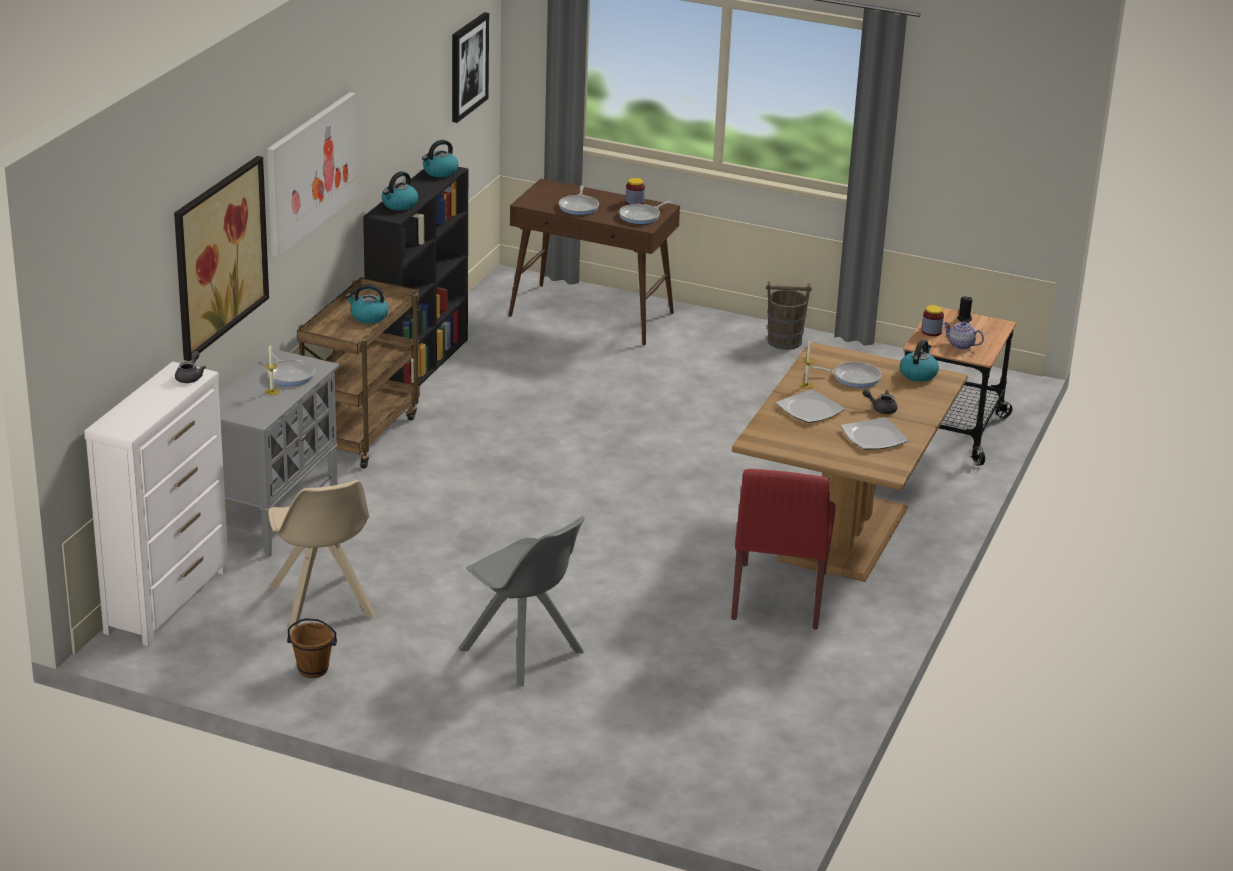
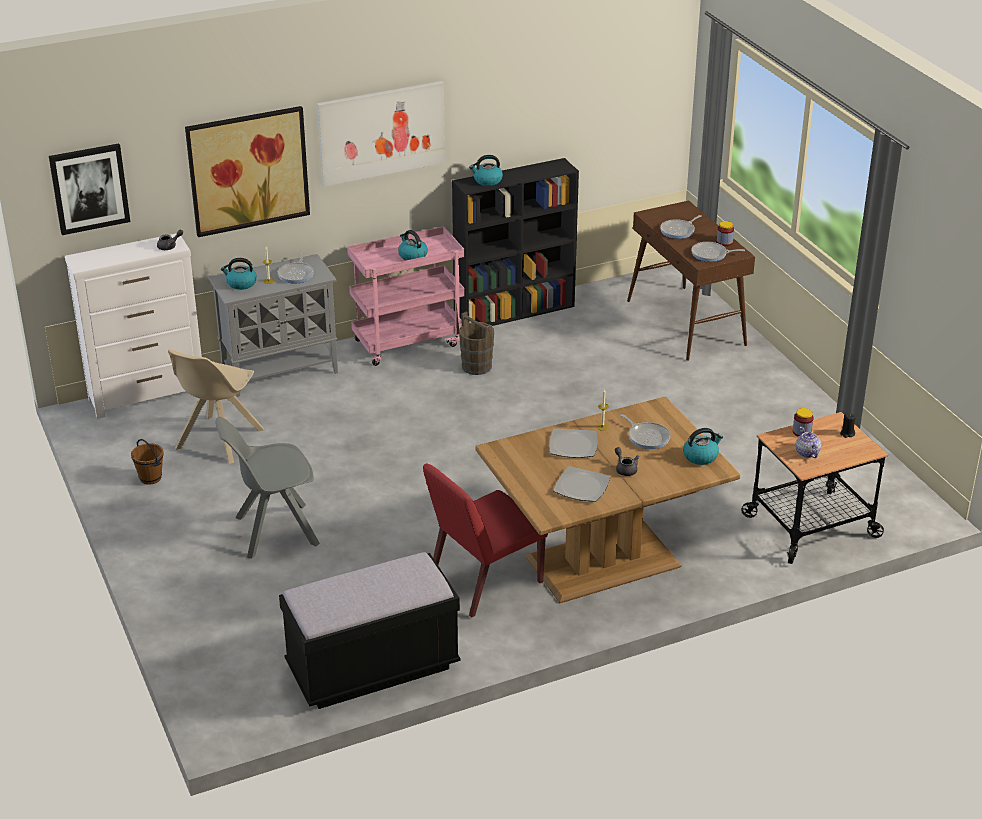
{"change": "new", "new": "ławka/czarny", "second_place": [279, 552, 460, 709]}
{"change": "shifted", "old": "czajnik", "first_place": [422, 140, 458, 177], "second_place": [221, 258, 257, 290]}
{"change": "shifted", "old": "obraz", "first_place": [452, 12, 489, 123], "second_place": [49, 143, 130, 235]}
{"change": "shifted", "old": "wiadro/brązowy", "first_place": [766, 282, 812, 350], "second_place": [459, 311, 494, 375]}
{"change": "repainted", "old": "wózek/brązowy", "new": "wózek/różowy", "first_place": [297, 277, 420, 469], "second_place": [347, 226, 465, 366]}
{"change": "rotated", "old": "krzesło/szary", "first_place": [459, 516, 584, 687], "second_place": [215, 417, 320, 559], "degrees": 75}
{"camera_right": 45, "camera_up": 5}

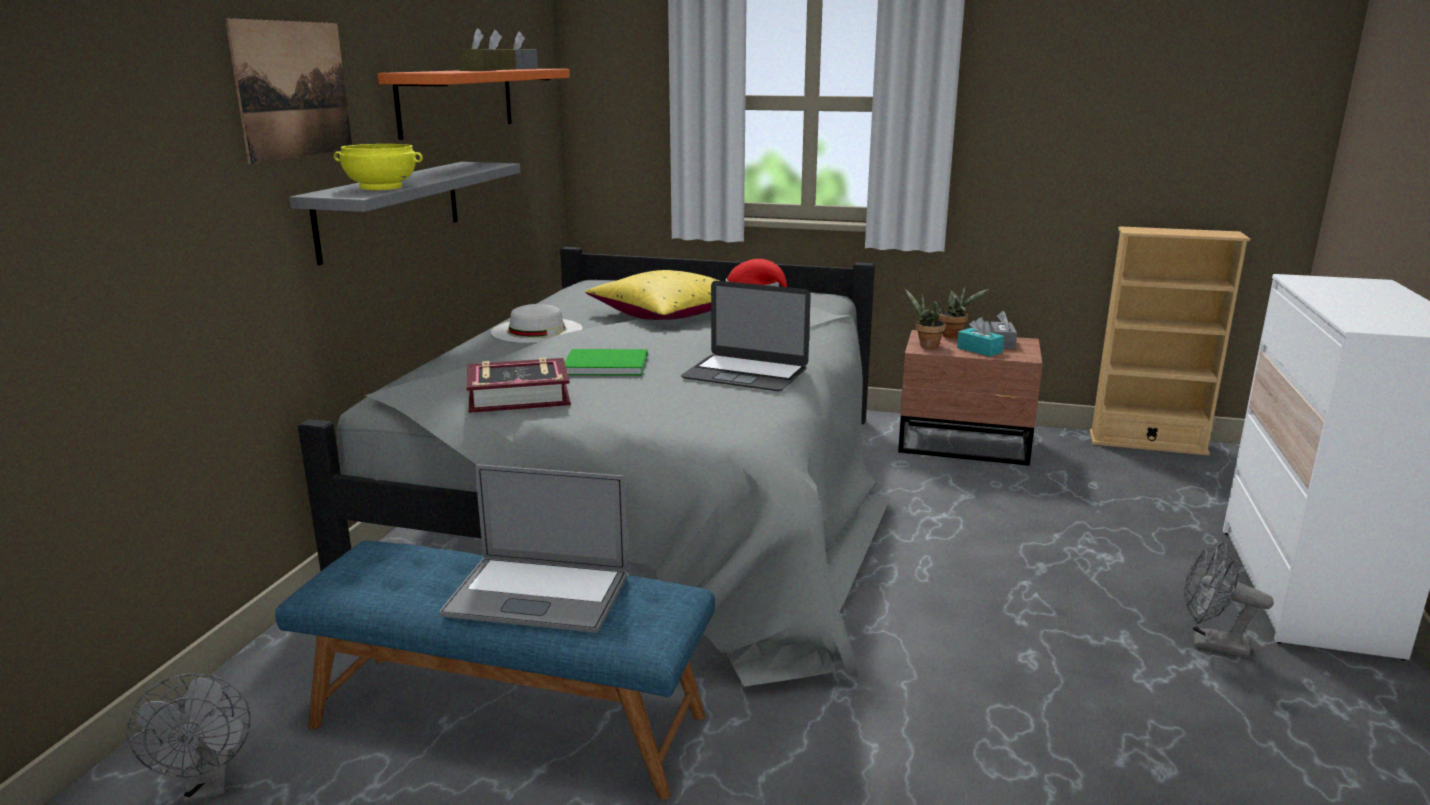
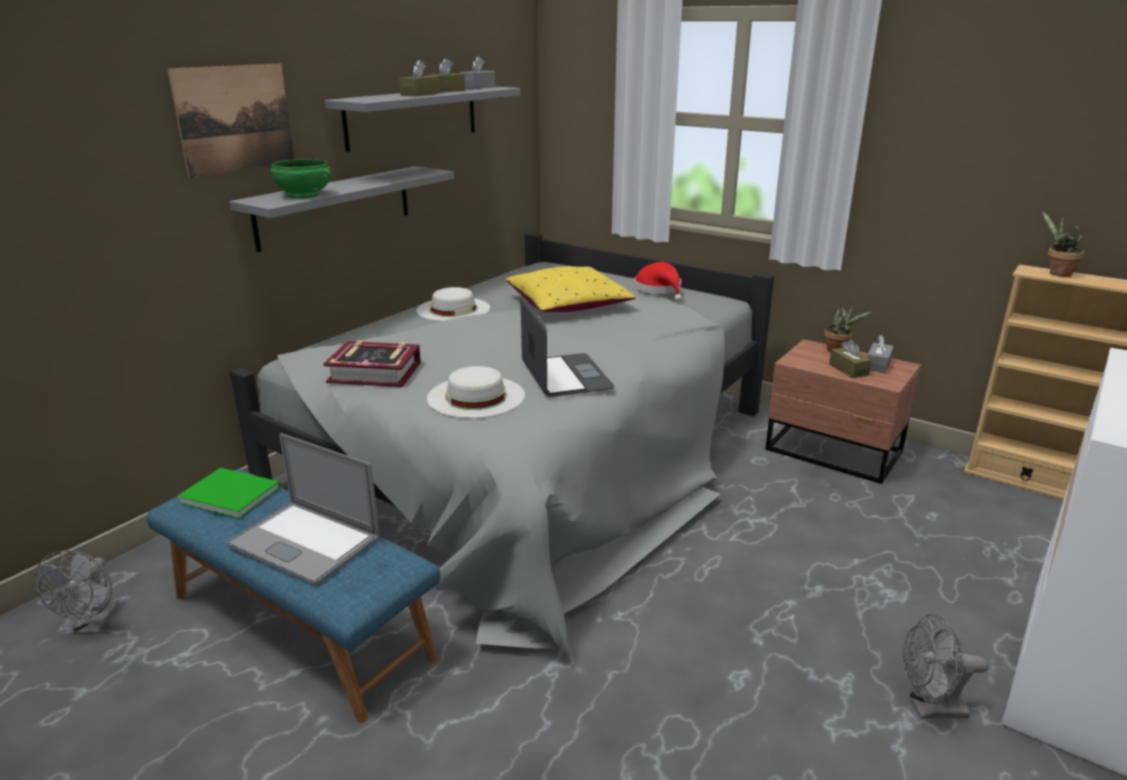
{"change": "new", "new": "kapelusz/biały", "second_place": [427, 366, 525, 418]}
{"change": "shifted", "old": "książka/zielony", "first_place": [565, 349, 647, 375], "second_place": [177, 468, 281, 519]}
{"change": "shifted", "old": "roślina doniczkowa", "first_place": [905, 289, 946, 349], "second_place": [1042, 211, 1085, 277]}
{"change": "repainted", "old": "miska/żółty", "new": "miska/zielony", "first_place": [334, 144, 423, 190], "second_place": [271, 159, 331, 198]}
{"change": "repainted", "old": "półka/pomarańczowy", "new": "półka/szary", "first_place": [378, 69, 570, 140], "second_place": [325, 87, 520, 152]}
{"change": "repainted", "old": "pudełko chusteczek/turkusowy", "new": "pudełko chusteczek/brązowy", "first_place": [957, 317, 1004, 357], "second_place": [829, 340, 872, 378]}
{"change": "rotated", "old": "laptop", "first_place": [681, 281, 811, 391], "second_place": [521, 298, 615, 397], "degrees": -150}
{"change": "rotated", "old": "wentylator/szary", "first_place": [1184, 542, 1274, 658], "second_place": [903, 614, 988, 718], "degrees": -45}
{"camera_right": 20, "camera_up": 5}

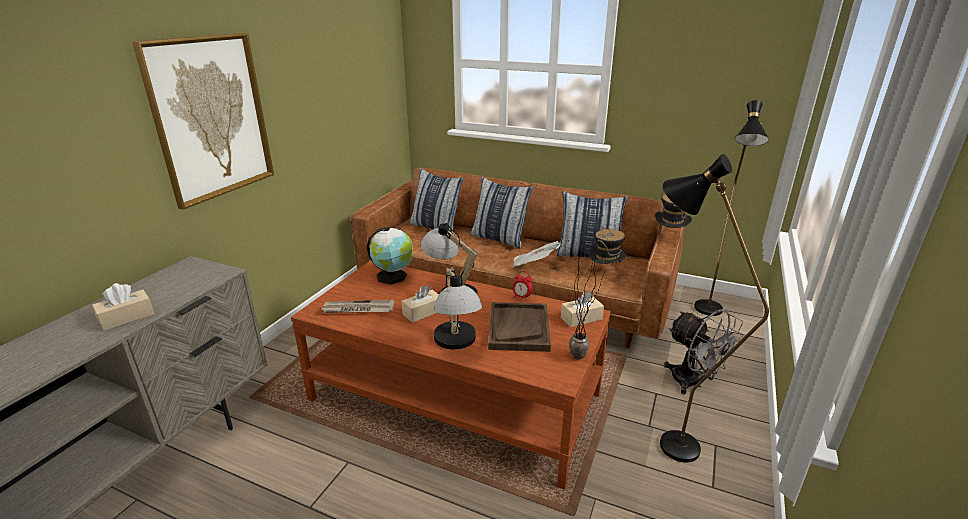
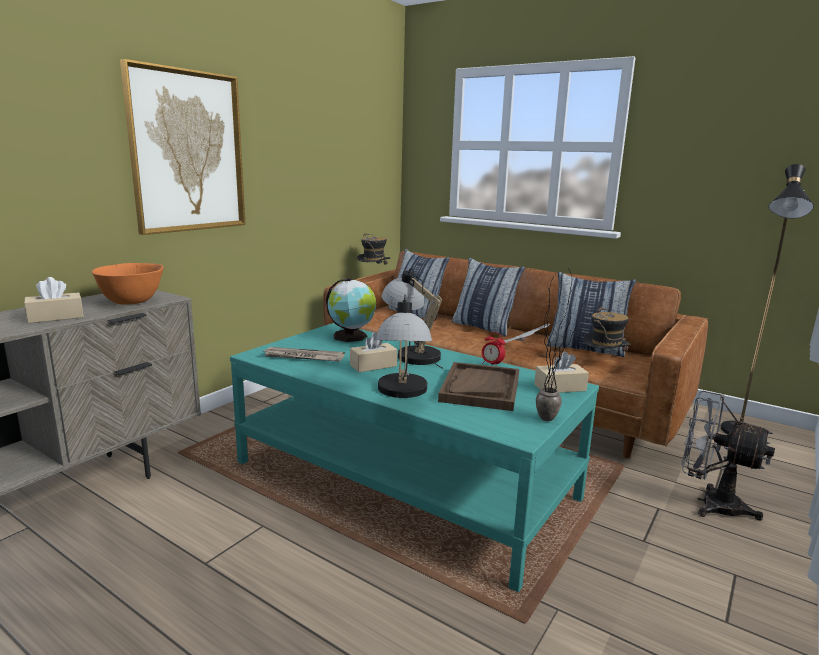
{"change": "gone", "old": "lampa stojąca/czarny", "first_place": [660, 154, 769, 463]}
{"change": "new", "new": "miska/pomarańczowy", "second_place": [92, 263, 164, 305]}
{"change": "shifted", "old": "kapelusz", "first_place": [655, 191, 692, 230], "second_place": [357, 233, 390, 265]}
{"change": "repainted", "old": "ława/brązowy", "new": "ława/turkusowy", "first_place": [291, 260, 611, 490], "second_place": [230, 323, 599, 592]}
{"change": "rotated", "old": "wentylator/szary", "first_place": [664, 309, 743, 394], "second_place": [681, 391, 775, 521], "degrees": 150}
{"camera_right": 10, "camera_up": -10}

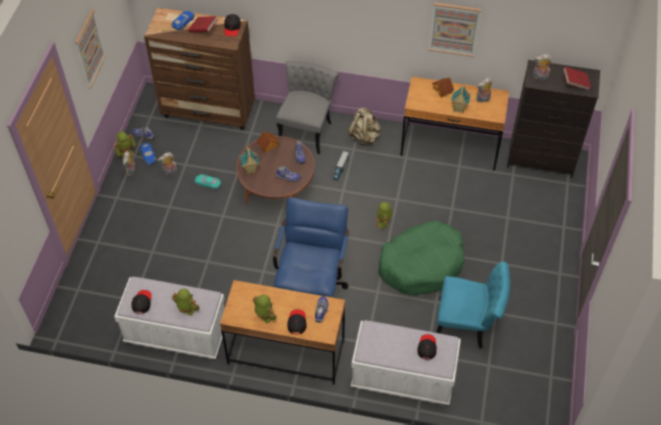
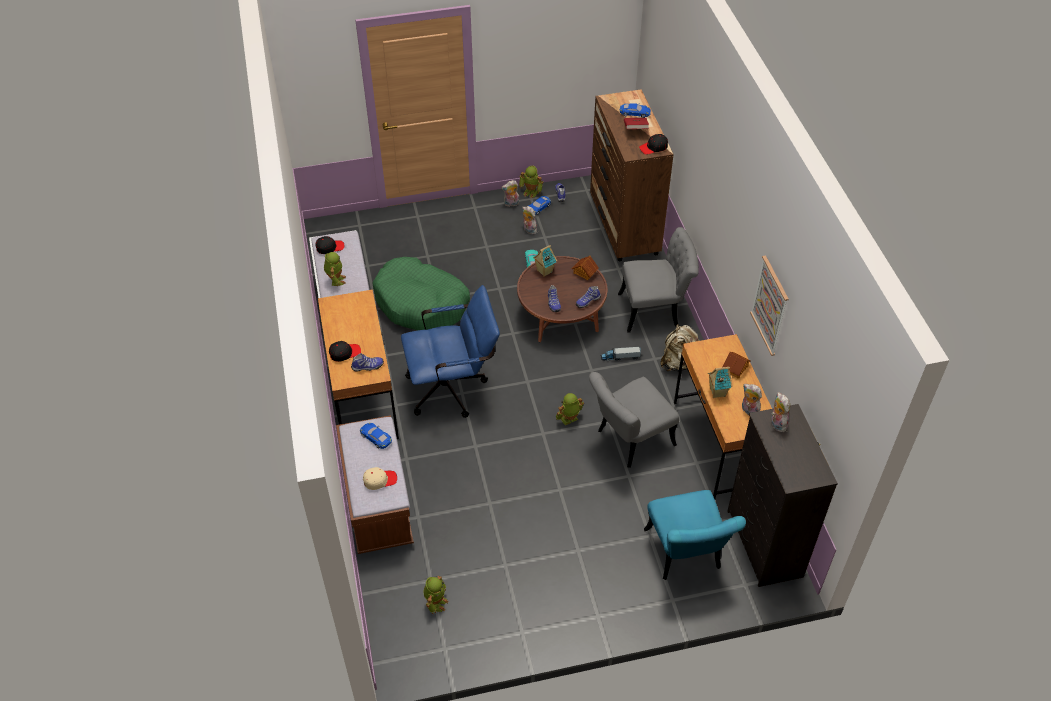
{"change": "gone", "old": "obraz", "first_place": [75, 10, 106, 89]}
{"change": "gone", "old": "książka/czerwony", "first_place": [563, 67, 591, 90]}
{"change": "new", "new": "samochodzik/niebieski", "second_place": [360, 423, 392, 449]}
{"change": "new", "new": "krzesło/szary", "second_place": [589, 372, 679, 468]}
{"change": "shifted", "old": "robot zabawkowy", "first_place": [253, 294, 277, 324], "second_place": [424, 576, 449, 614]}
{"change": "shifted", "old": "legowisko/zielony", "first_place": [378, 221, 464, 295], "second_place": [372, 257, 470, 330]}
{"change": "shifted", "old": "krzesło/turkusowy", "first_place": [436, 261, 510, 349], "second_place": [644, 490, 746, 580]}
{"change": "repainted", "old": "ławka/biały", "new": "ławka/brązowy", "first_place": [351, 320, 461, 405], "second_place": [336, 415, 414, 554]}
{"change": "repainted", "old": "czapka z daszkiem/czarny", "new": "czapka z daszkiem/beżowy", "first_place": [417, 334, 437, 360], "second_place": [363, 467, 397, 490]}
{"camera_right": 65, "camera_up": -5}

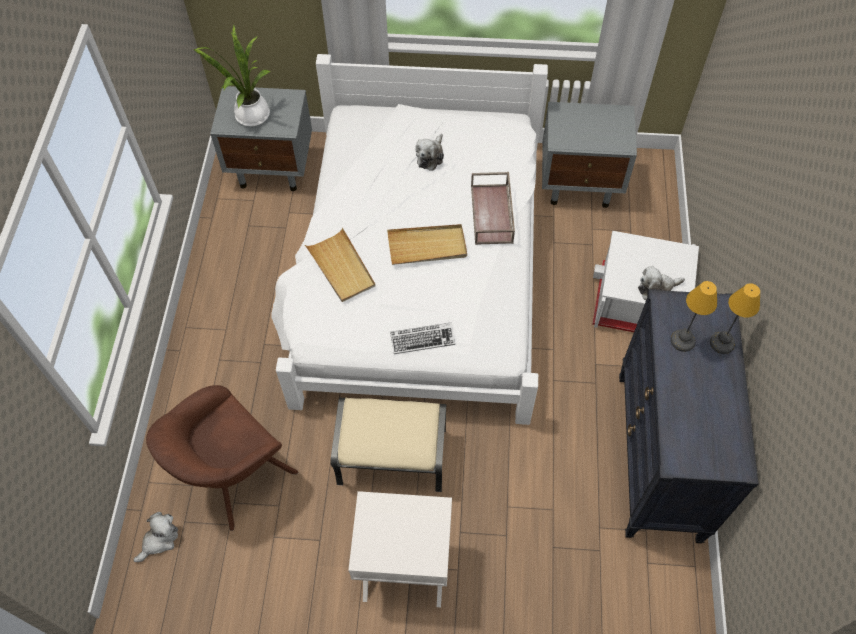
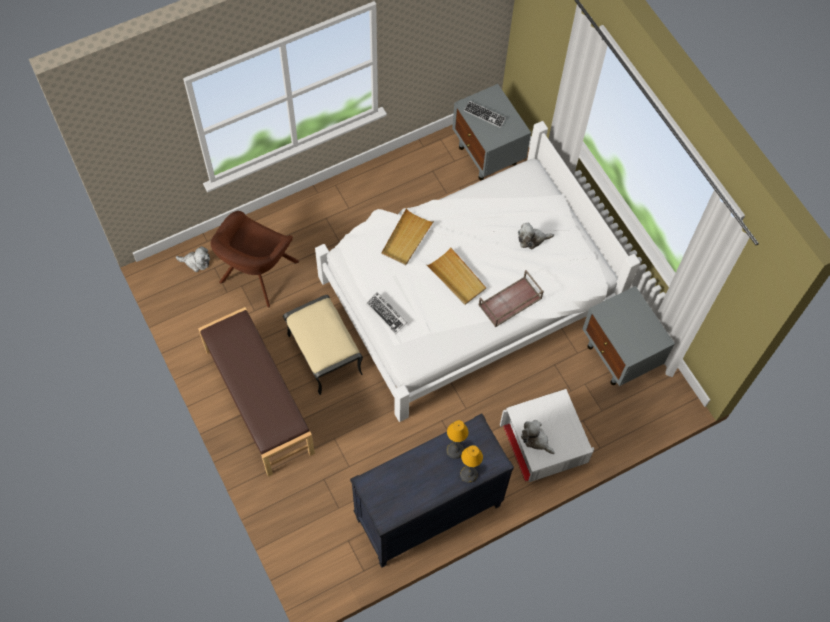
{"change": "swapped", "old": "roślina doniczkowa", "new": "klawiatura", "first_place": [194, 25, 270, 126], "second_place": [464, 101, 506, 128]}
{"change": "swapped", "old": "szafka nocna/biały", "new": "ławka/brązowy", "first_place": [348, 491, 452, 607], "second_place": [198, 307, 315, 477]}
{"change": "rotated", "old": "fotel/brązowy", "first_place": [146, 385, 298, 531], "second_place": [211, 211, 299, 308], "degrees": -75}
{"camera_right": 55, "camera_up": 5}

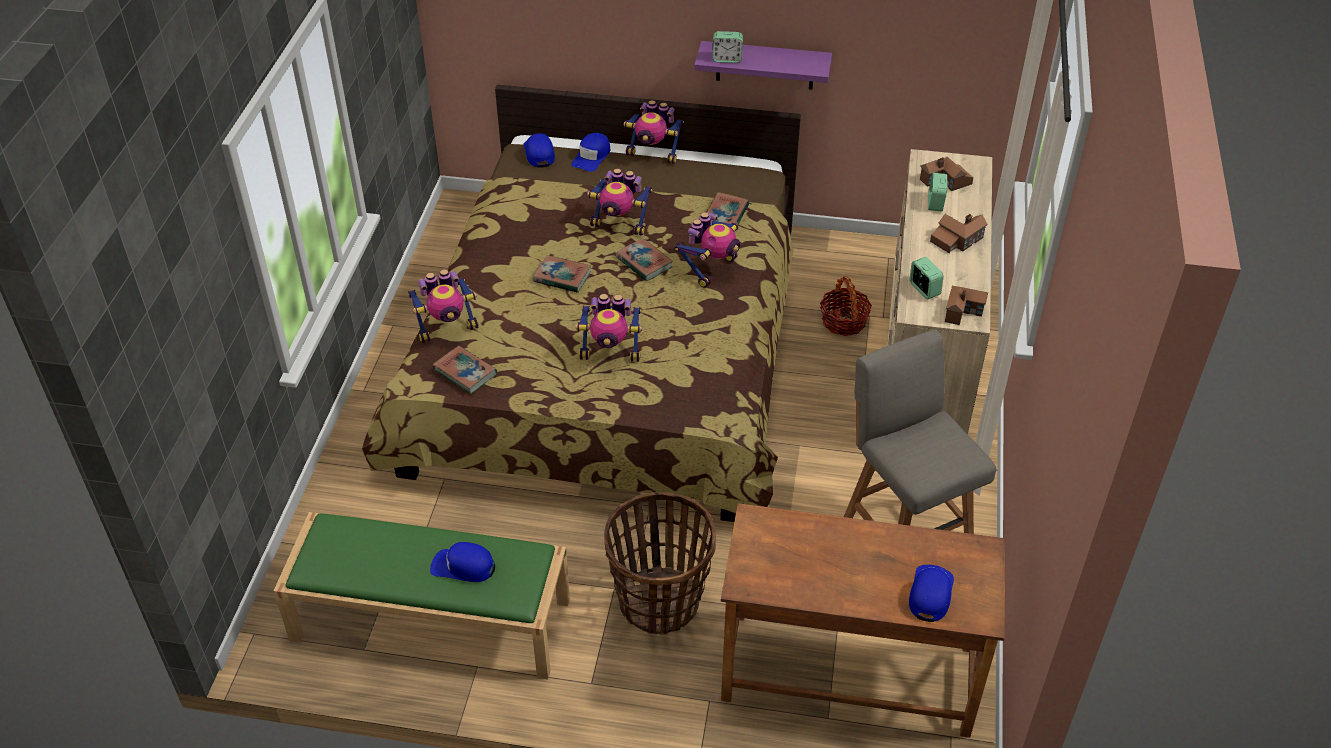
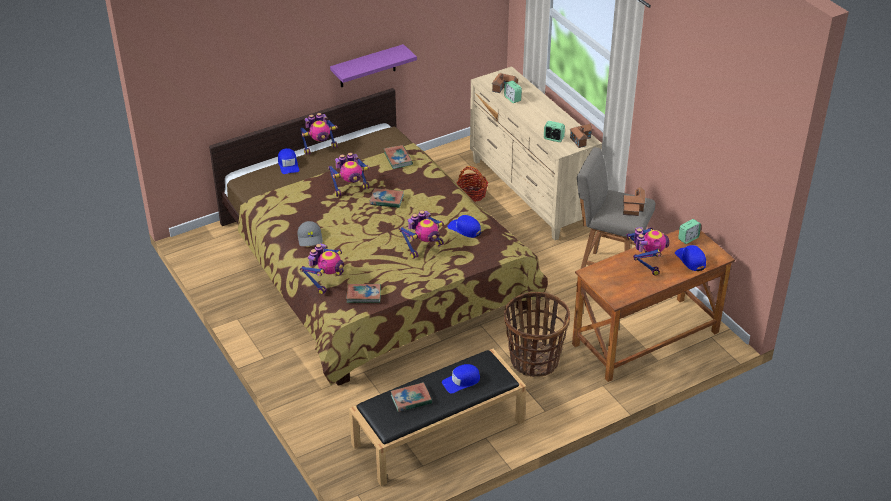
{"change": "new", "new": "czapka z daszkiem/szary", "second_place": [297, 221, 323, 246]}
{"change": "shifted", "old": "czapka z daszkiem/niebieski", "first_place": [523, 133, 555, 168], "second_place": [447, 215, 481, 238]}
{"change": "shifted", "old": "książka", "first_place": [533, 255, 591, 293], "second_place": [390, 382, 432, 412]}
{"change": "shifted", "old": "robot zabawkowy", "first_place": [674, 212, 740, 288], "second_place": [627, 227, 670, 275]}
{"change": "shifted", "old": "budzik", "first_place": [712, 31, 743, 63], "second_place": [678, 219, 701, 244]}
{"change": "shifted", "old": "domek", "first_place": [930, 214, 988, 254], "second_place": [623, 187, 645, 216]}
{"change": "repainted", "old": "ławka/zielony", "new": "ławka/czarny", "first_place": [274, 512, 570, 680], "second_place": [349, 349, 526, 486]}
{"camera_right": -40, "camera_up": -5}

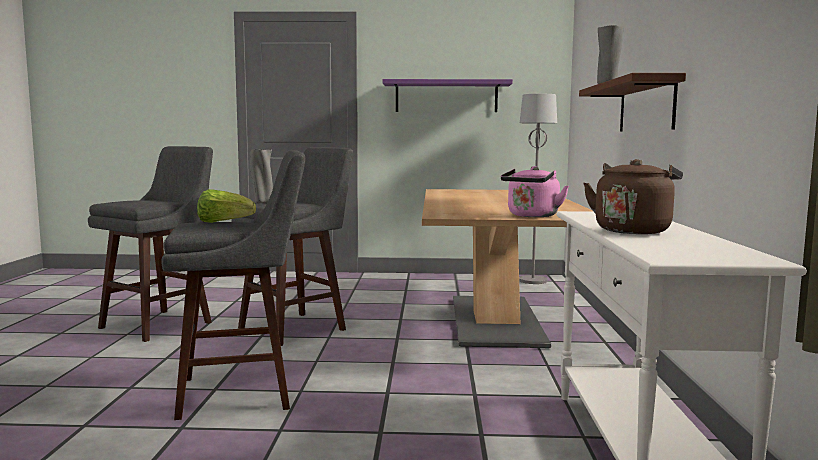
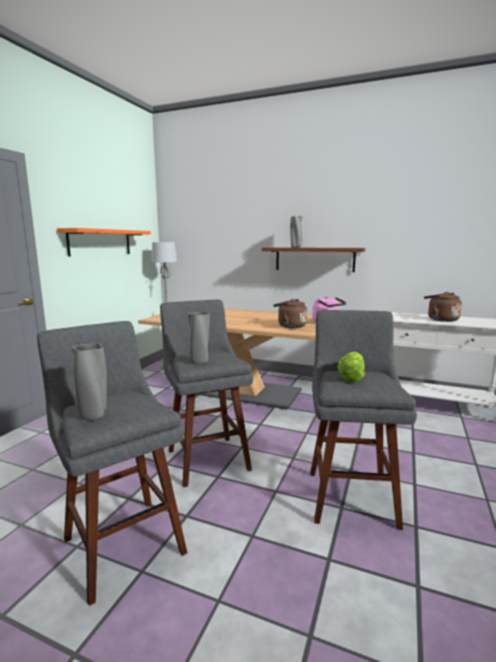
{"change": "new", "new": "wazon/szary", "second_place": [72, 343, 107, 420]}
{"change": "new", "new": "czajnik/brązowy", "second_place": [273, 299, 307, 328]}
{"change": "repainted", "old": "półka/fioletowy", "new": "półka/pomarańczowy", "first_place": [383, 79, 513, 112], "second_place": [57, 228, 151, 257]}
{"camera_right": -70, "camera_up": 5}

